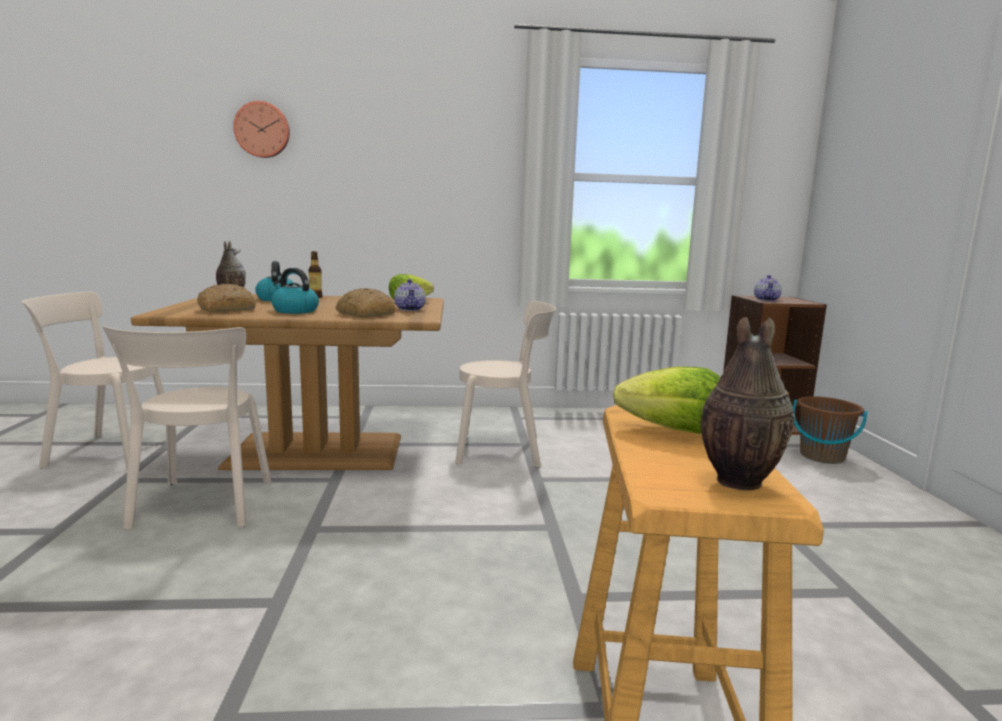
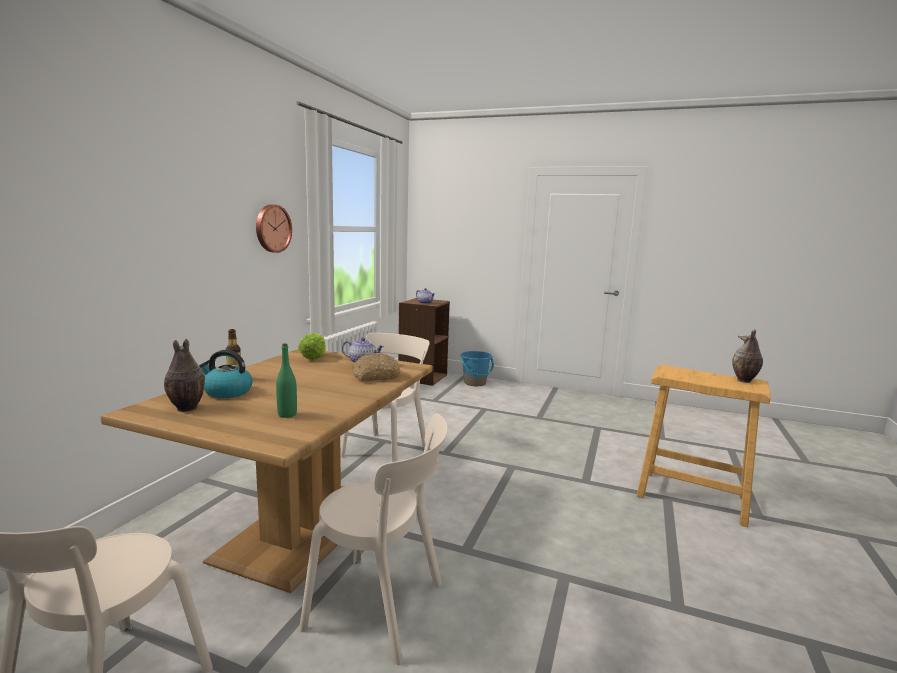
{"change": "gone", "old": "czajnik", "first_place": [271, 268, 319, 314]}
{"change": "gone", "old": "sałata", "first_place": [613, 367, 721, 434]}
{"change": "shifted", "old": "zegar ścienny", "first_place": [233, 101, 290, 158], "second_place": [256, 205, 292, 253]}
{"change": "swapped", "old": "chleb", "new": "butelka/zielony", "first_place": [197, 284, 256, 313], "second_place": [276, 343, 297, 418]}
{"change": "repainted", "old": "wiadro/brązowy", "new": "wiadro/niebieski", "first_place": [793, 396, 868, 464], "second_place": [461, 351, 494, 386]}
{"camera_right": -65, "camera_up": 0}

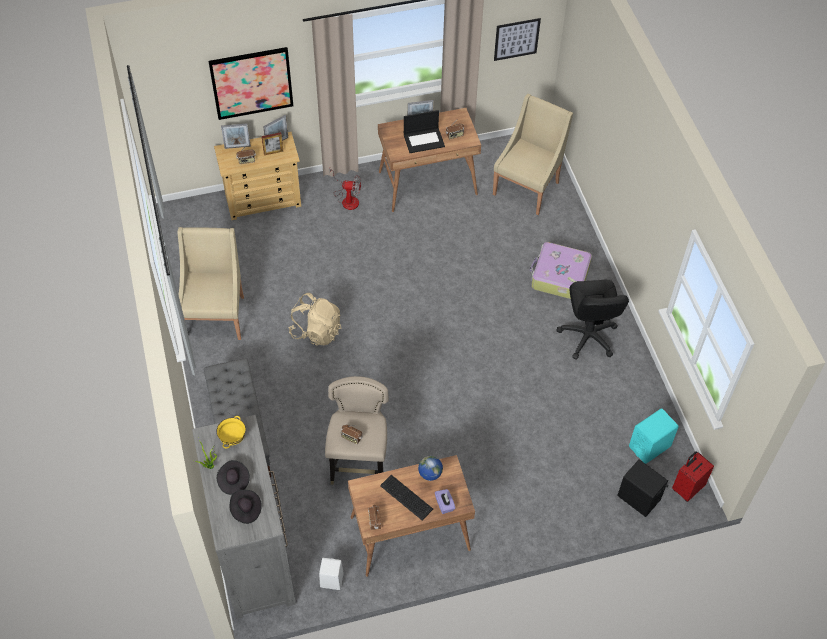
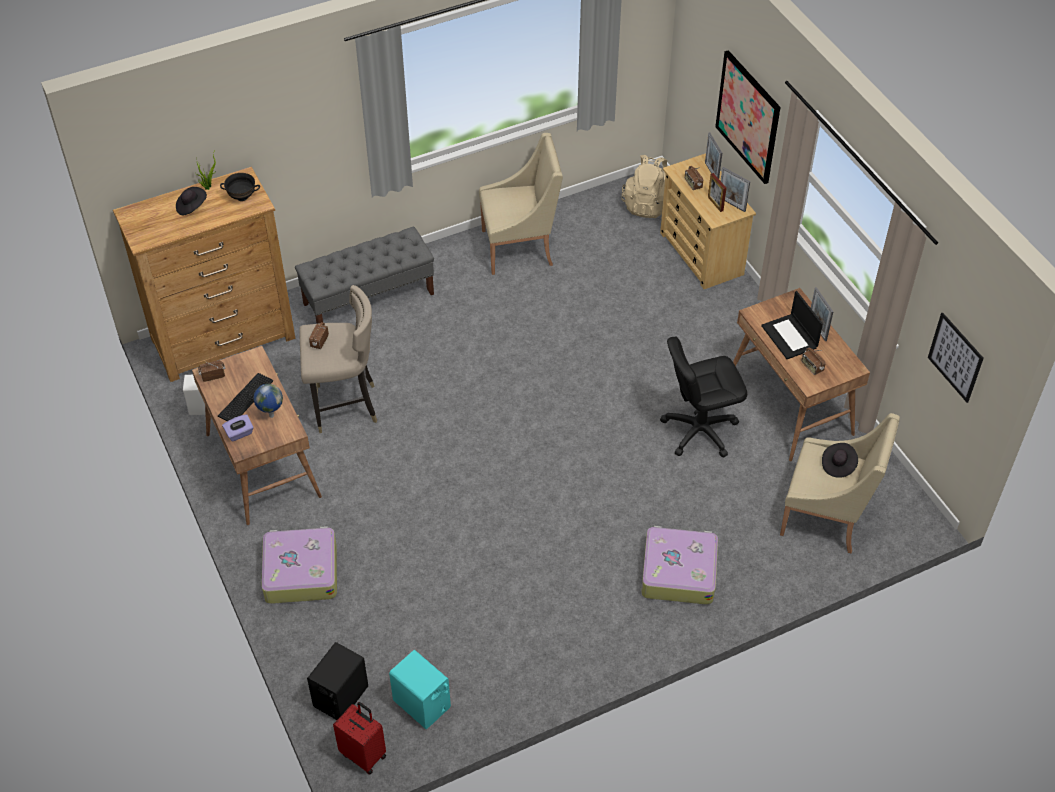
{"change": "gone", "old": "wentylator", "first_place": [329, 169, 361, 210]}
{"change": "new", "new": "walizka", "second_place": [262, 526, 337, 604]}
{"change": "shifted", "old": "kapelusz/czarny", "first_place": [230, 490, 262, 524], "second_place": [822, 443, 858, 478]}
{"change": "shifted", "old": "plecak/beżowy", "first_place": [288, 293, 342, 346], "second_place": [622, 155, 667, 218]}
{"change": "shifted", "old": "krzesło biurowe/czarny", "first_place": [556, 280, 629, 360], "second_place": [660, 337, 747, 458]}
{"change": "repainted", "old": "komoda/szary", "new": "komoda/brązowy", "first_place": [192, 415, 296, 619], "second_place": [113, 167, 296, 382]}
{"change": "repainted", "old": "miska/żółty", "new": "miska/czarny", "first_place": [217, 416, 246, 449], "second_place": [220, 173, 260, 201]}
{"camera_right": 80, "camera_up": -5}

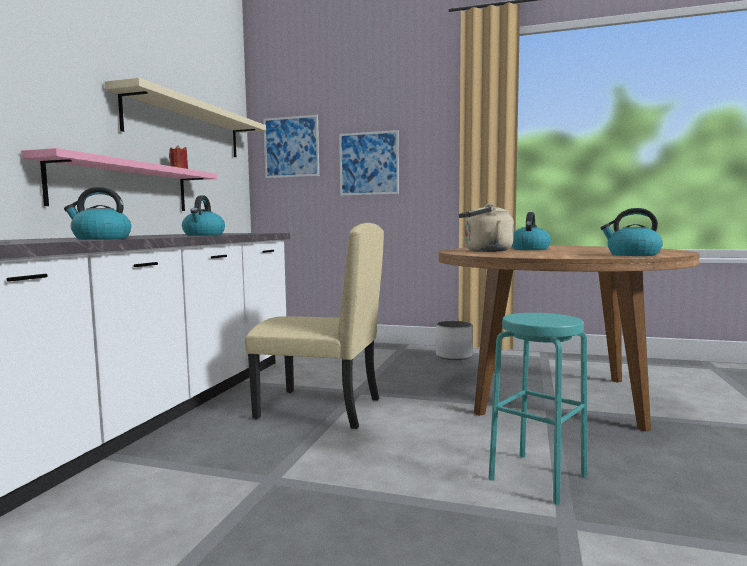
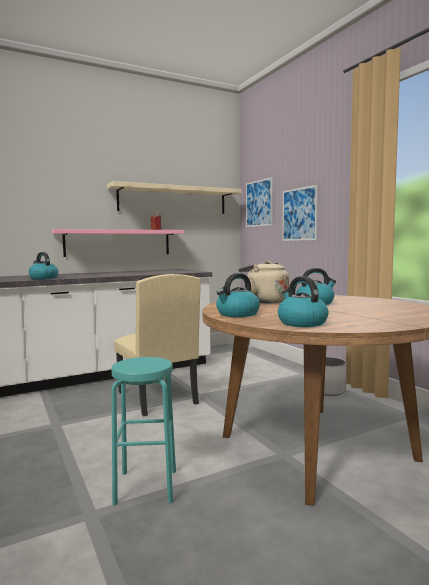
{"change": "shifted", "old": "czajnik", "first_place": [182, 196, 225, 236], "second_place": [216, 273, 260, 317]}
{"camera_right": 45, "camera_up": 0}

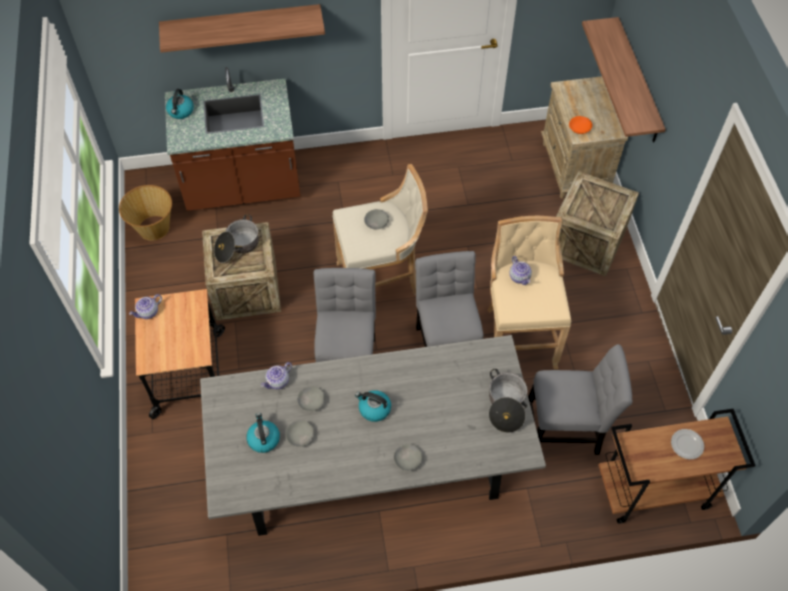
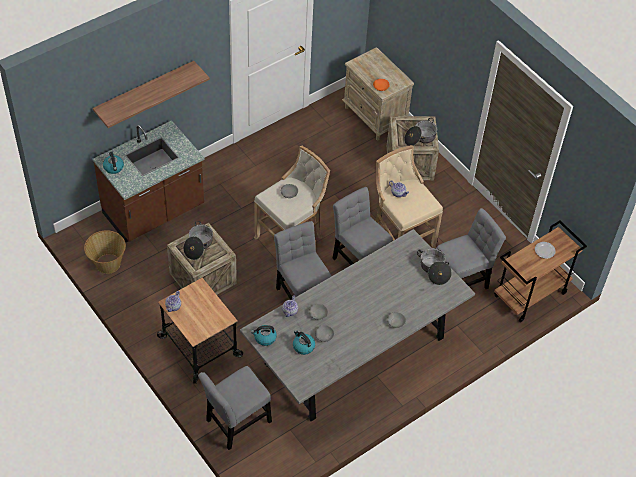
{"change": "gone", "old": "półka", "first_place": [582, 17, 666, 143]}
{"change": "new", "new": "krzesło/szary", "second_place": [198, 366, 272, 450]}
{"change": "new", "new": "garnek", "second_place": [404, 118, 437, 146]}
{"change": "shifted", "old": "czajnik", "first_place": [355, 390, 391, 422], "second_place": [251, 325, 277, 346]}
{"camera_right": -30, "camera_up": -5}

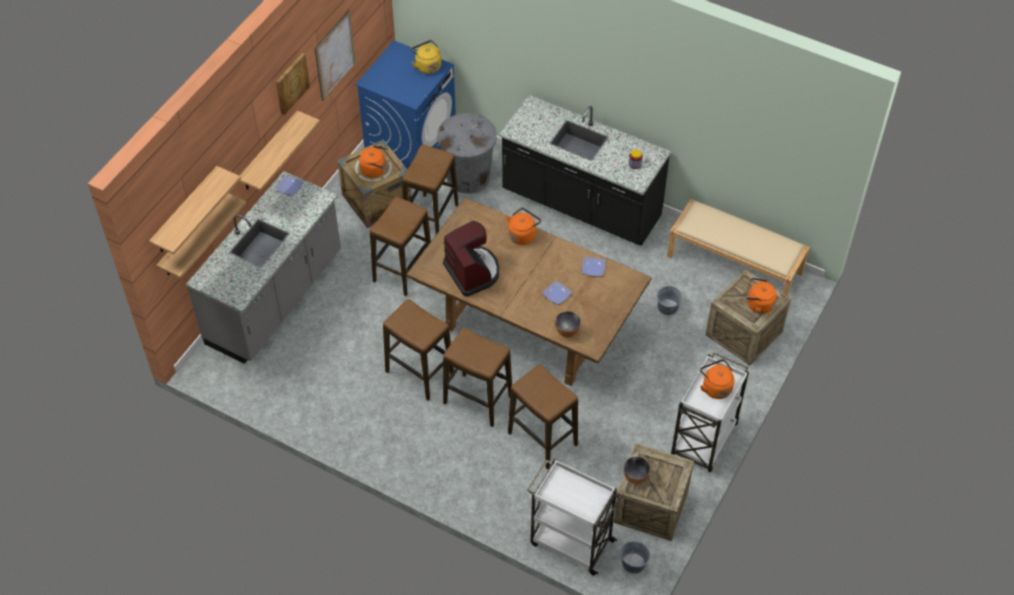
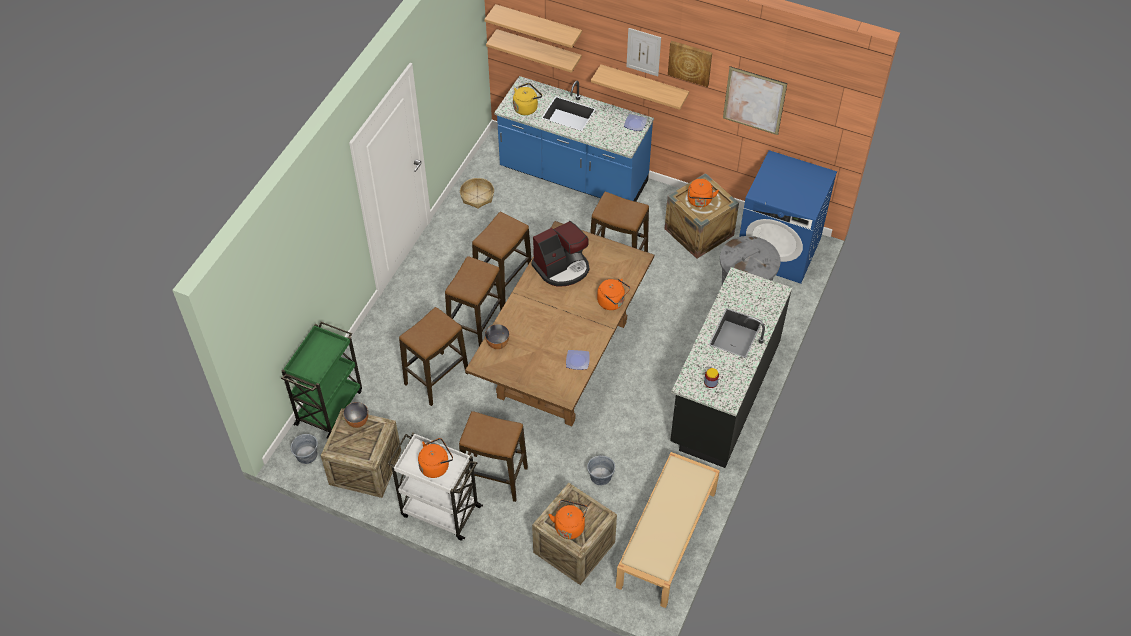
{"change": "gone", "old": "talerz", "first_place": [542, 281, 572, 305]}
{"change": "new", "new": "koszyk", "second_place": [460, 178, 494, 209]}
{"change": "new", "new": "obraz", "second_place": [626, 28, 661, 76]}
{"change": "shifted", "old": "stołek", "first_place": [402, 145, 459, 234], "second_place": [459, 411, 528, 502]}
{"change": "shifted", "old": "czajnik/żółty", "first_place": [411, 40, 441, 74], "second_place": [513, 83, 542, 115]}
{"change": "repainted", "old": "zabudowa kuchenna/szary", "new": "zabudowa kuchenna/niebieski", "first_place": [186, 171, 341, 364], "second_place": [494, 76, 654, 202]}
{"change": "repainted", "old": "wózek/biały", "new": "wózek/zielony", "first_place": [527, 459, 622, 576], "second_place": [281, 322, 362, 439]}
{"camera_right": 85, "camera_up": 0}

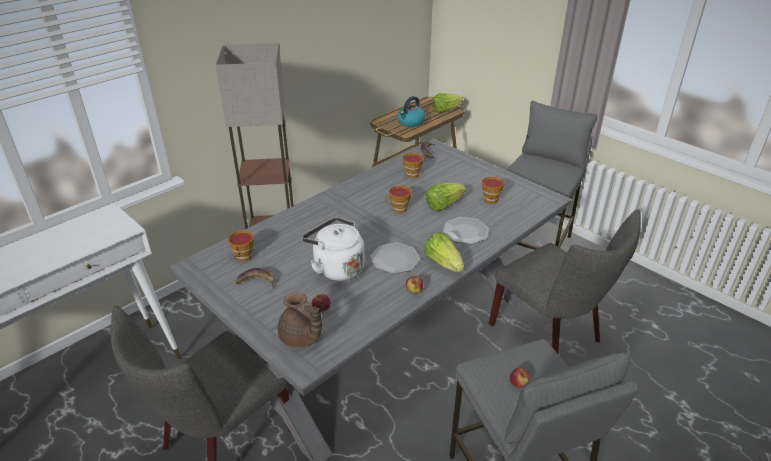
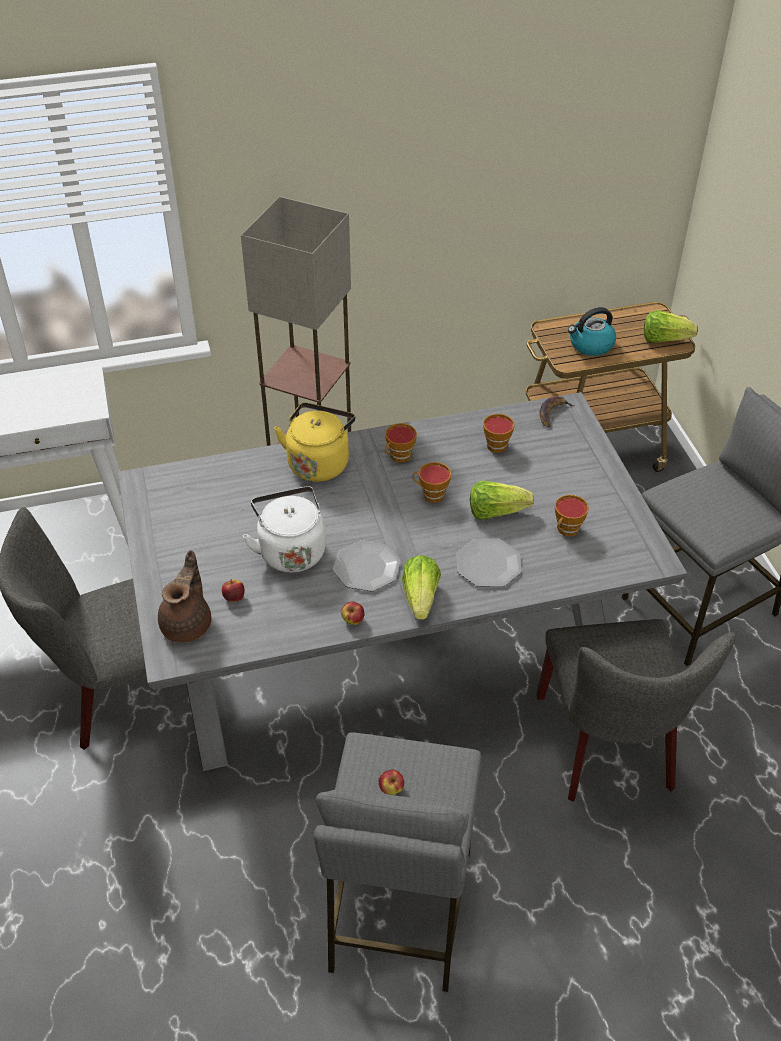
{"change": "gone", "old": "banan", "first_place": [235, 268, 275, 289]}
{"change": "new", "new": "czajnik/żółty", "second_place": [274, 403, 355, 482]}
{"change": "shifted", "old": "filiżanka", "first_place": [228, 230, 254, 262], "second_place": [385, 423, 417, 463]}
{"change": "rotated", "old": "imbryk/brązowy", "first_place": [278, 293, 322, 348], "second_place": [158, 550, 211, 643], "degrees": -150}
{"camera_right": 30, "camera_up": 10}

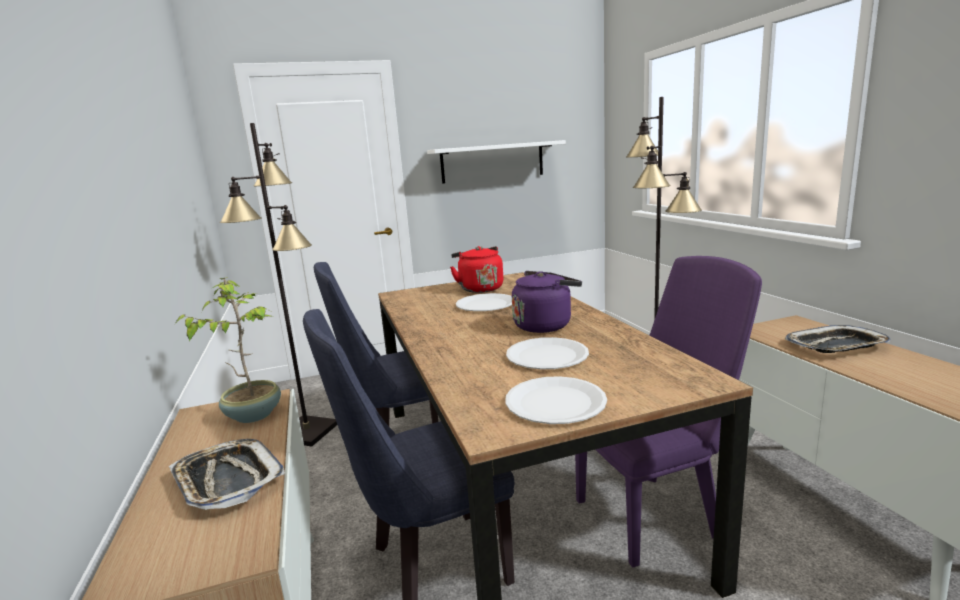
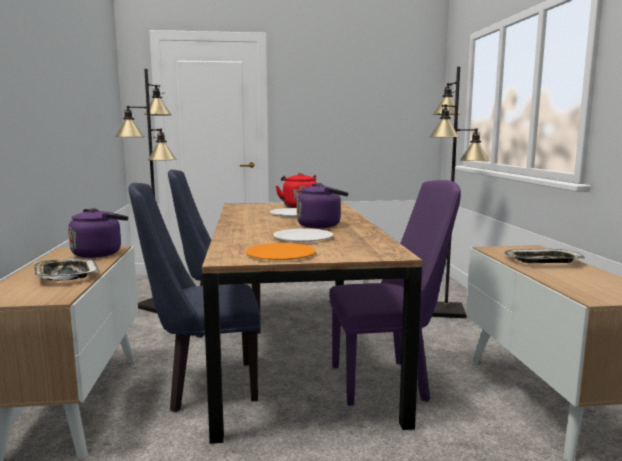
{"change": "gone", "old": "półka/biały", "first_place": [427, 140, 566, 184]}
{"change": "swapped", "old": "roślina doniczkowa", "new": "czajnik/fioletowy", "first_place": [175, 277, 281, 423], "second_place": [68, 208, 128, 258]}
{"change": "repainted", "old": "talerz/biały", "new": "talerz/pomarańczowy", "first_place": [505, 376, 607, 424], "second_place": [246, 243, 316, 260]}
{"camera_right": 10, "camera_up": -5}

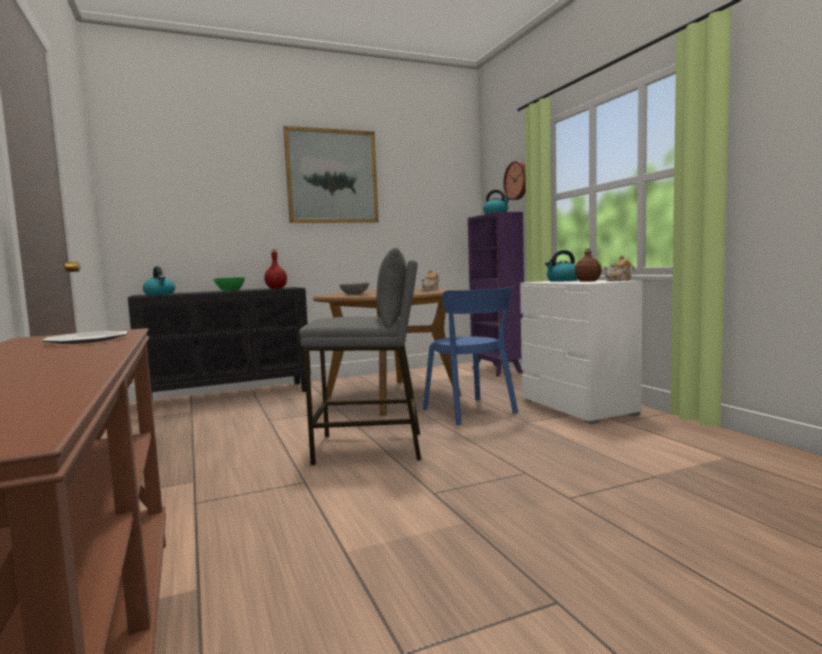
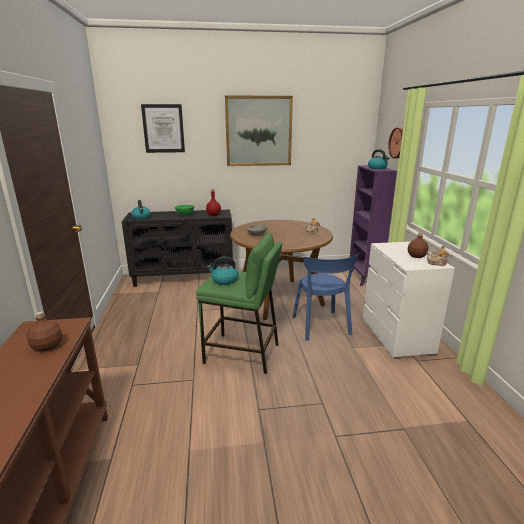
{"change": "new", "new": "obraz", "second_place": [141, 104, 185, 153]}
{"change": "shifted", "old": "czajnik", "first_place": [545, 250, 578, 282], "second_place": [207, 256, 239, 285]}
{"change": "swapped", "old": "talerz", "new": "butelka/brązowy", "first_place": [42, 331, 128, 344], "second_place": [27, 311, 62, 352]}
{"change": "repainted", "old": "stołek/szary", "new": "stołek/zielony", "first_place": [299, 248, 421, 465], "second_place": [196, 232, 282, 374]}
{"camera_right": 15, "camera_up": 15}

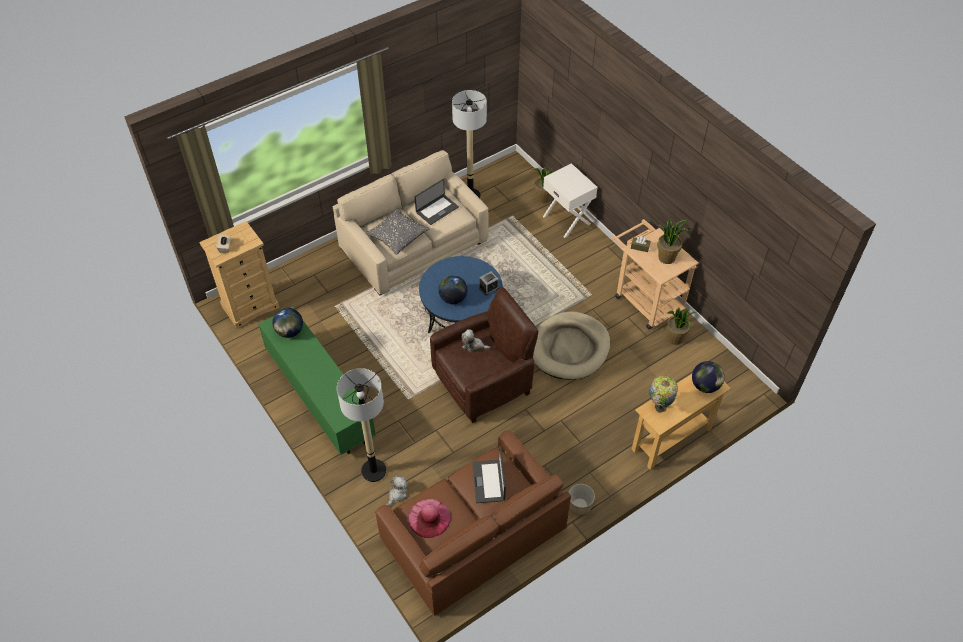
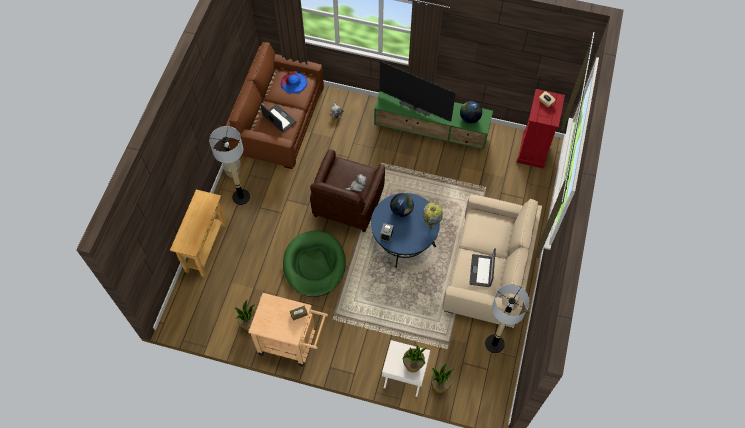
{"change": "gone", "old": "poduszka/szary", "first_place": [365, 208, 430, 255]}
{"change": "gone", "old": "globus", "first_place": [692, 361, 725, 393]}
{"change": "new", "new": "telewizor", "second_place": [379, 61, 456, 122]}
{"change": "shifted", "old": "lampa stojąca", "first_place": [337, 368, 386, 482], "second_place": [209, 126, 250, 205]}
{"change": "shifted", "old": "lampa stołowa", "first_place": [649, 376, 678, 413], "second_place": [423, 202, 443, 227]}
{"change": "shifted", "old": "roślina doniczkowa", "first_place": [657, 220, 689, 264], "second_place": [402, 344, 427, 372]}
{"change": "repainted", "old": "komoda/beżowy", "new": "komoda/czerwony", "first_place": [199, 221, 280, 329], "second_place": [517, 89, 565, 169]}
{"change": "repainted", "old": "kapelusz/różowy", "new": "kapelusz/niebieski", "first_place": [408, 499, 451, 538], "second_place": [281, 72, 307, 94]}
{"change": "repainted", "old": "legowisko/beżowy", "new": "legowisko/zielony", "first_place": [533, 311, 610, 380], "second_place": [283, 231, 346, 297]}
{"camera_right": 140, "camera_up": 10}

